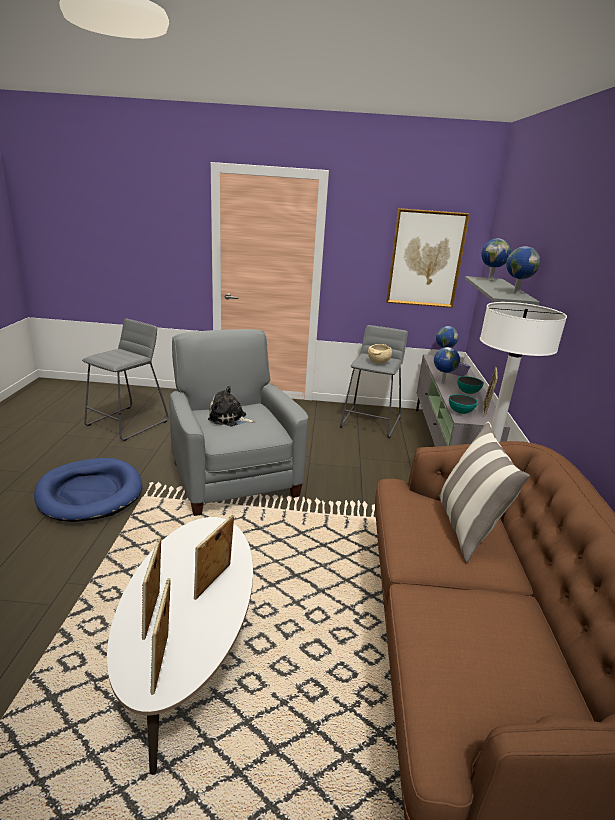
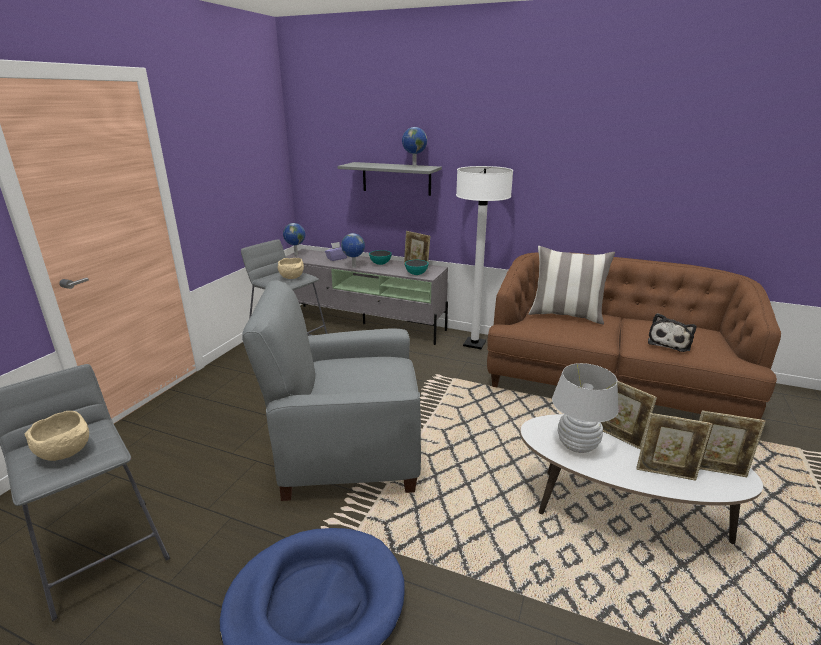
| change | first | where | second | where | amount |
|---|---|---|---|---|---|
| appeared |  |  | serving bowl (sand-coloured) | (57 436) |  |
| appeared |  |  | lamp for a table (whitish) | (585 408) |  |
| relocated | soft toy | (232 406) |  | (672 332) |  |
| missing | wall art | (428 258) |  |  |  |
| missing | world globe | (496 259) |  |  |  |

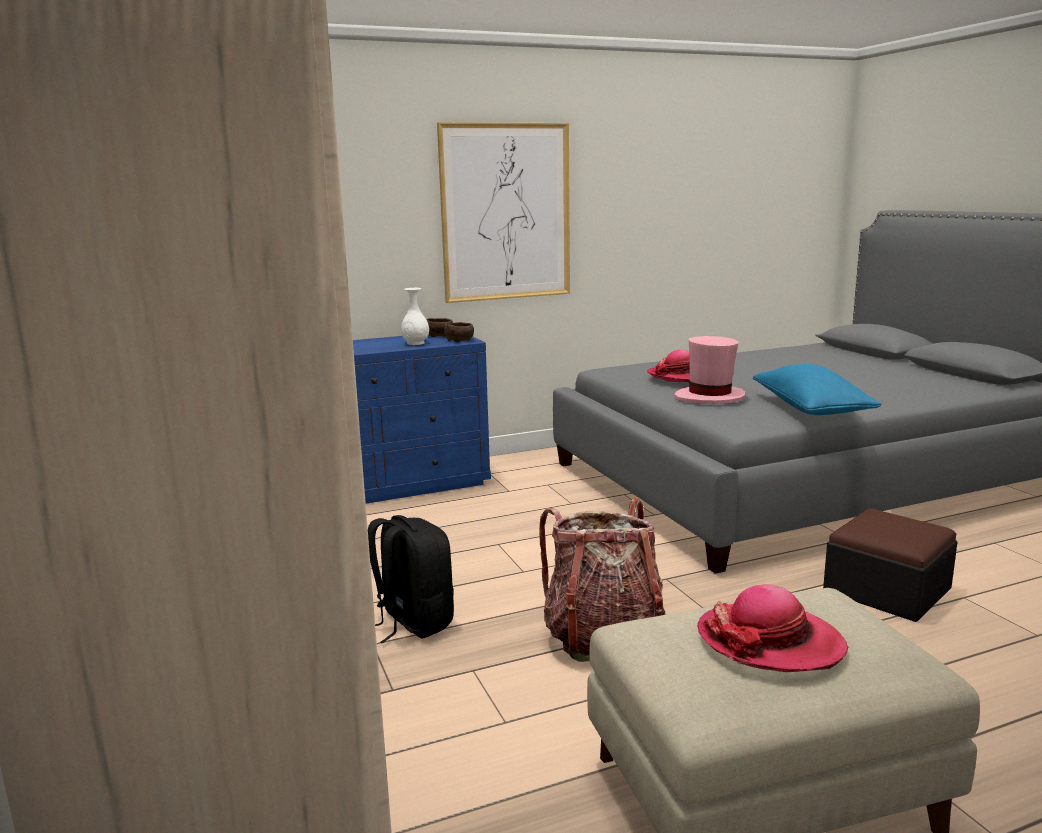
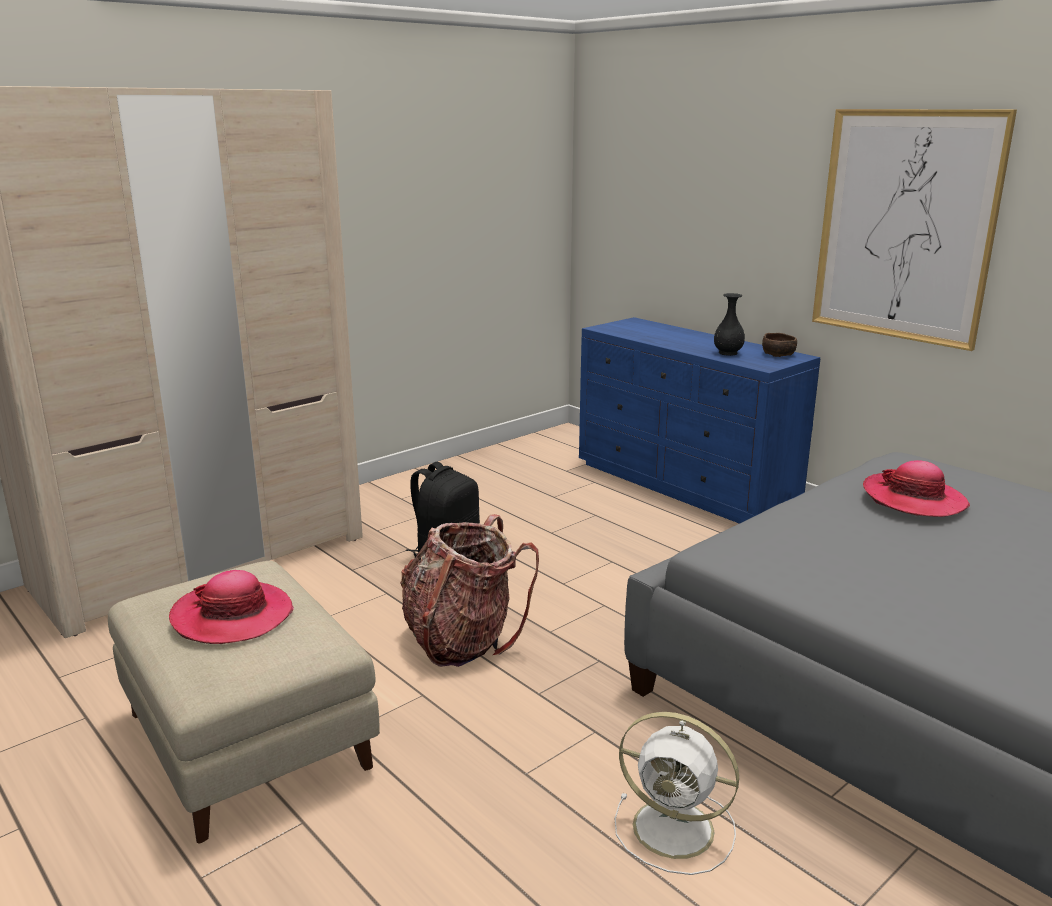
| change | first | where | second | where | amount |
|---|---|---|---|---|---|
| exchanged | ottoman | (890 565) | fan (whitish) | (677 793) |  |
| colour | flower vase (whitish) | (415 316) | flower vase (black) | (729 324) |  |
| missing | serving bowl (brownish) | (459 332) |  |  |  |
| missing | hat (pink-coloured) | (710 370) |  |  |  |
| missing | cushion (bluish) | (817 389) |  |  |  |

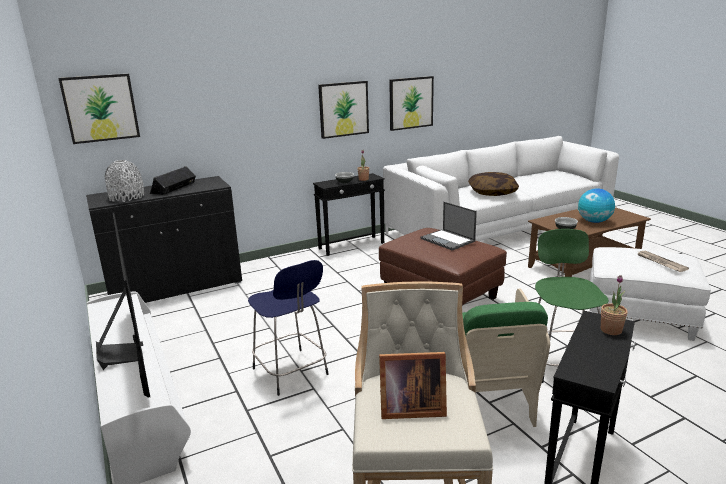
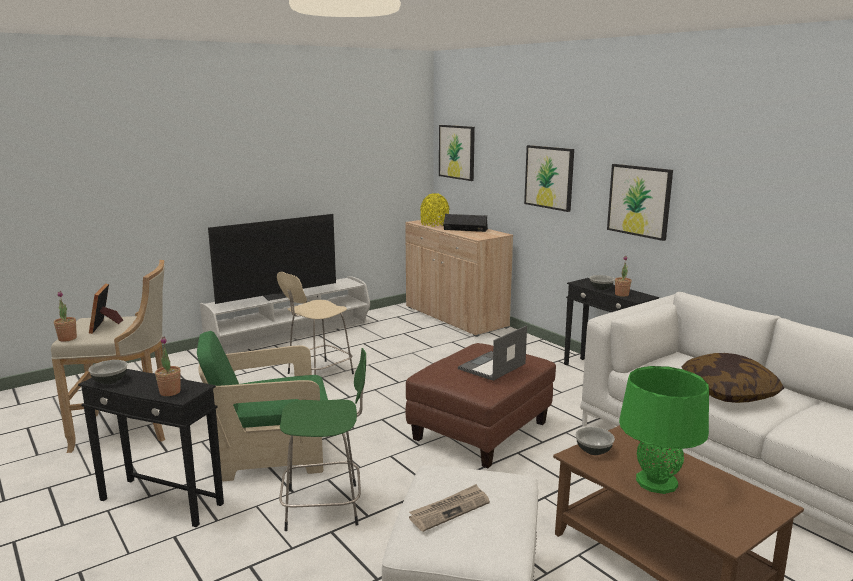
| change | first | where | second | where | amount |
|---|---|---|---|---|---|
| appeared |  |  | houseplant | (65 316) |  |
| appeared |  |  | serving bowl | (108 372) |  |
| colour | stool (bluish) | (288 328) | stool (sand-coloured) | (315 323) |  |
| colour | cupboard (black) | (164 239) | cupboard (sand-coloured) | (459 277) |  |
| colour | flower vase (grey) | (124 181) | flower vase (yellow-coloured) | (435 210) |  |
| relocated | wall art | (411 103) |  | (549 178) |  |
| exchanged | world globe | (596 205) | lamp for a table (greenish) | (664 430) |  |

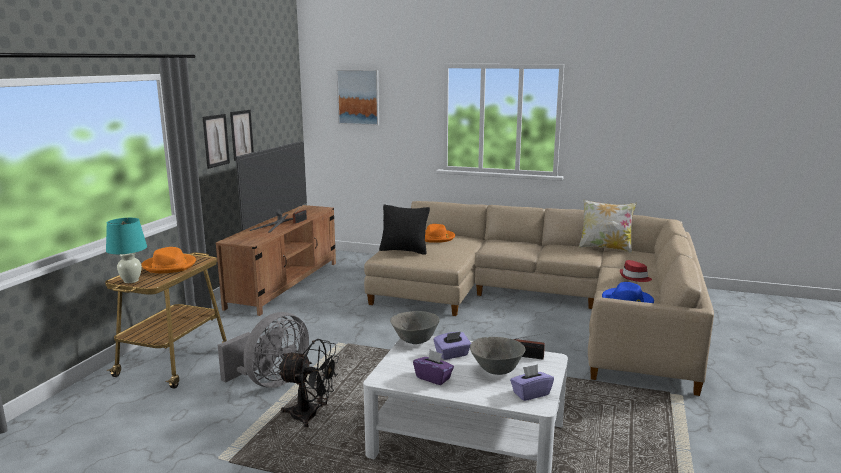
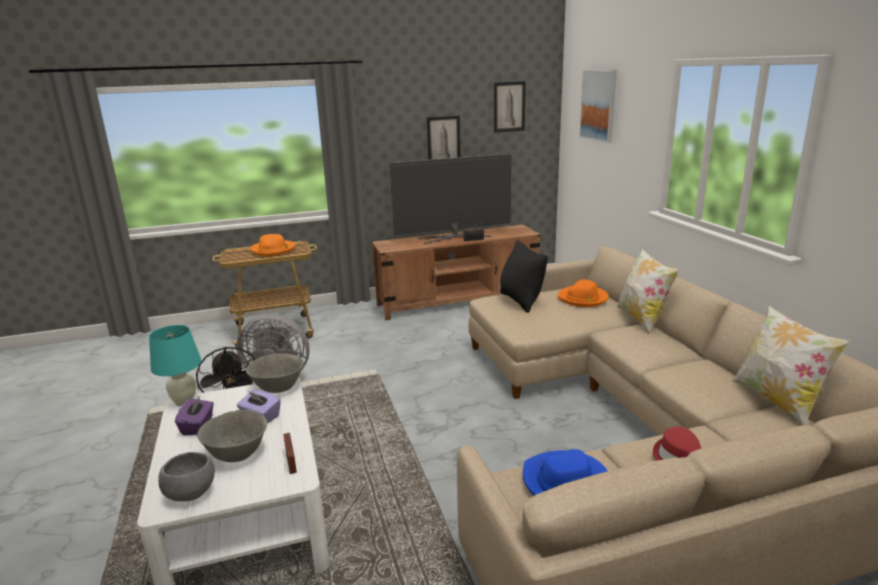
| change | first | where | second | where | amount |
|---|---|---|---|---|---|
| relocated | lamp for a table (turquoise) | (126 250) |  | (175 365) |  |
| exchanged | tissue holder (purple-coloured) | (532 382) | serving bowl (grey) | (186 476) |  |
| relocated | wall art | (216 141) |  | (510 107) |  |
| appeared |  |  | cushion | (648 291) |  |

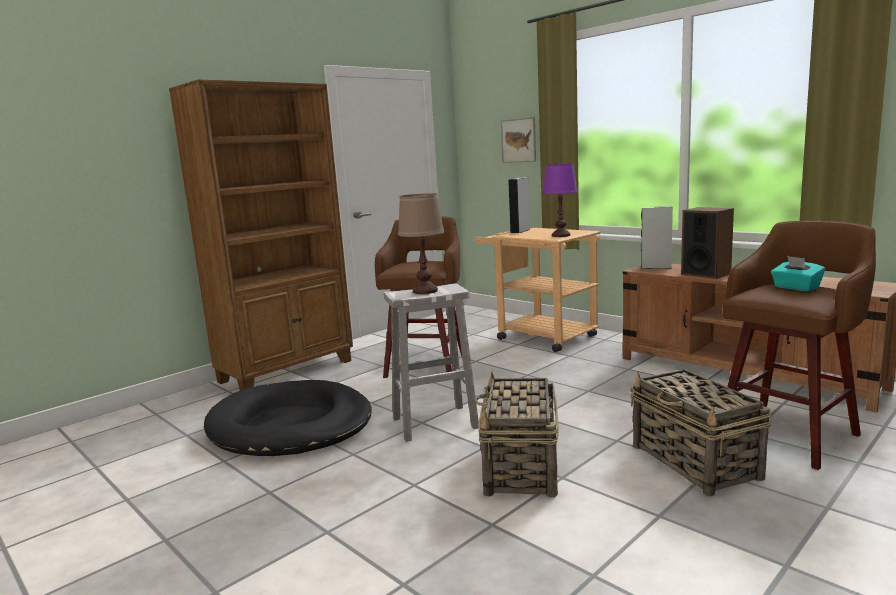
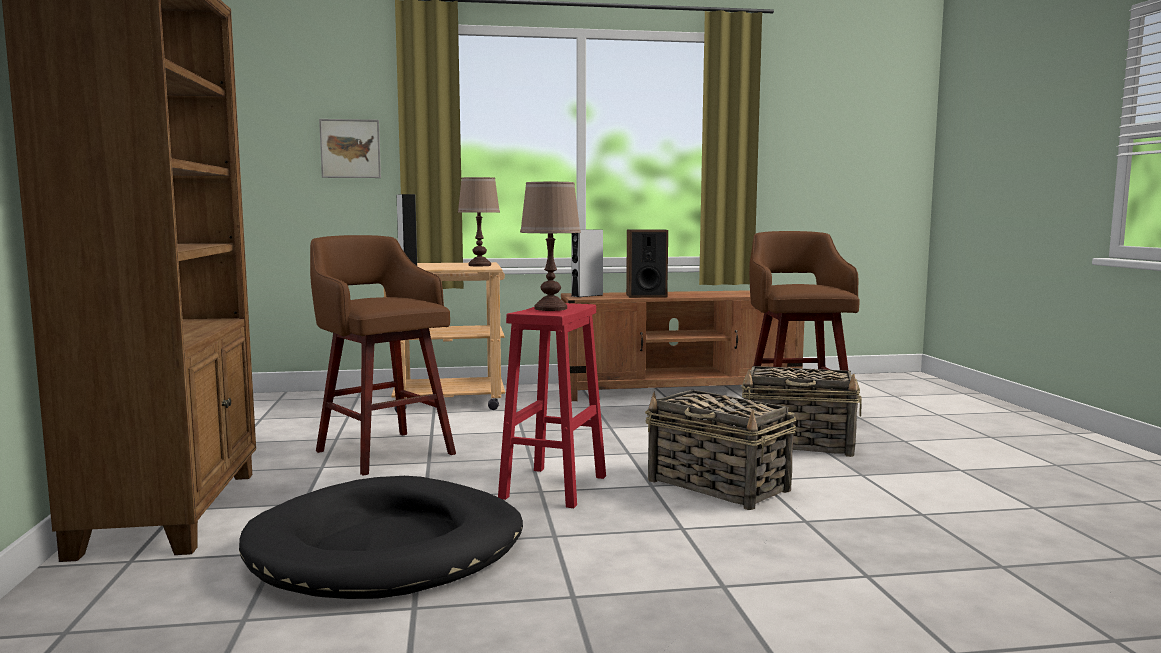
| change | first | where | second | where | amount |
|---|---|---|---|---|---|
| colour | lamp for a table (purple-coloured) | (560 200) | lamp for a table (brownish) | (479 221) |  |
| colour | stool (whitish) | (431 362) | stool (red) | (552 405) |  |
| missing | tissue holder (turquoise) | (798 273) |  |  |  |

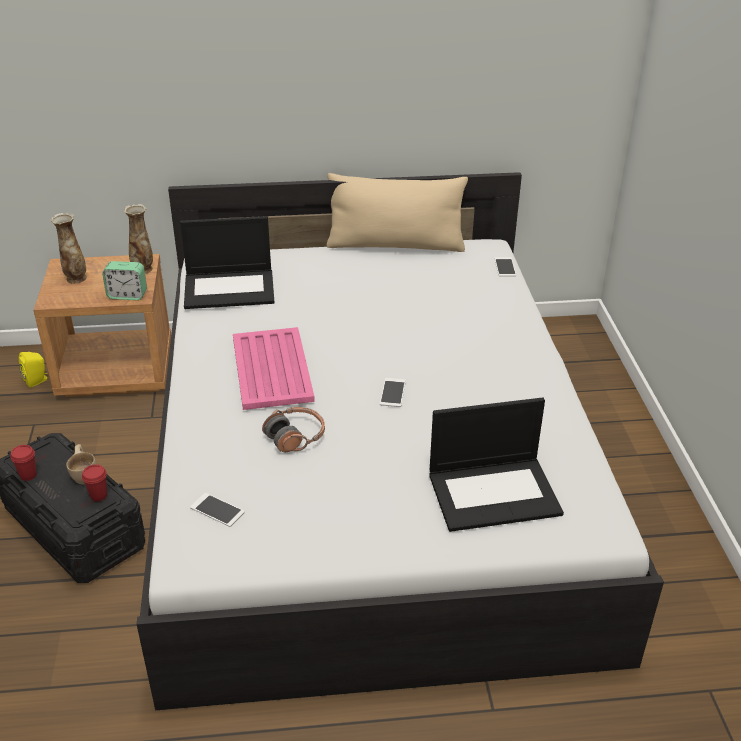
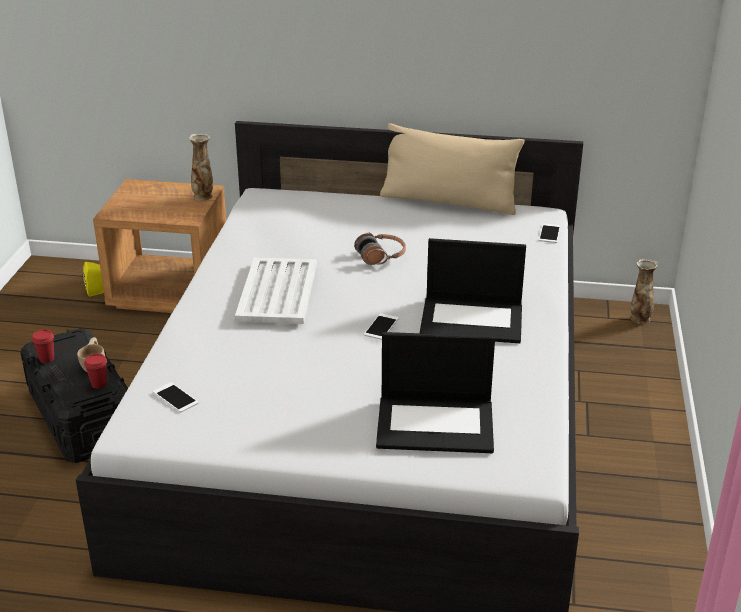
| change | first | where | second | where | amount |
|---|---|---|---|---|---|
| colour | serving tray (pink-coloured) | (274 368) | serving tray (whitish) | (276 290) |  |
| relocated | pair of headphones | (293 429) |  | (380 249) |  |
| relocated | laptop | (227 262) |  | (473 290) |  |
| relocated | flower vase | (68 248) |  | (644 291) |  |
| missing | bedside clock | (124 280) |  |  |  |

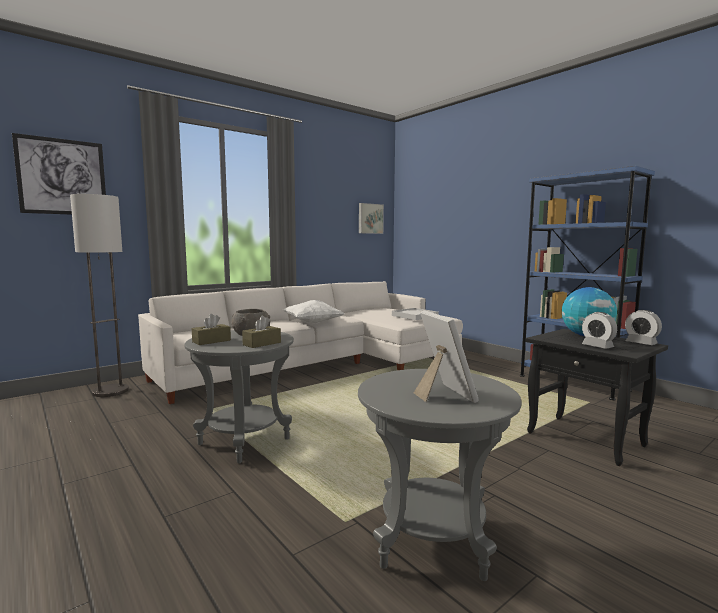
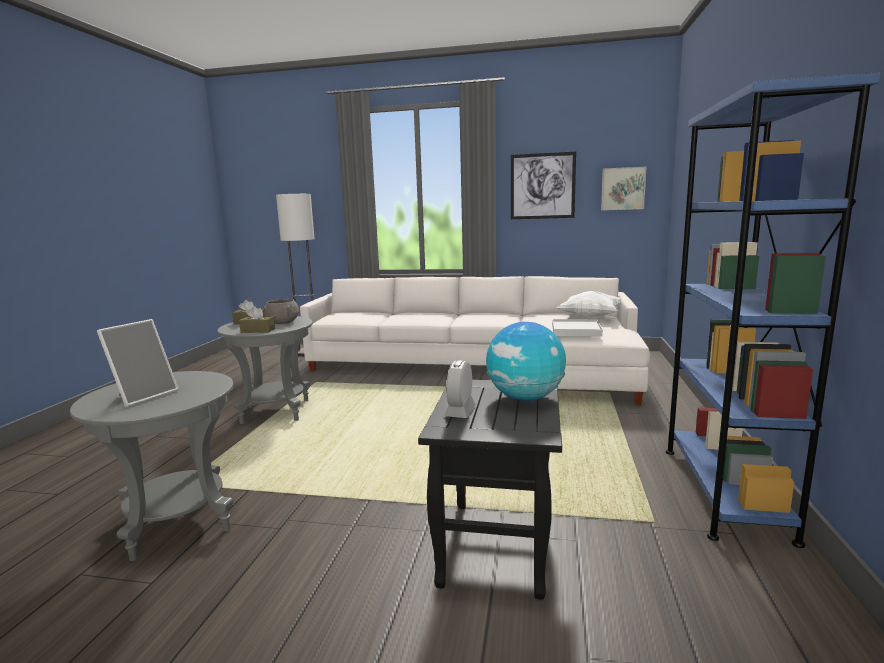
| change | first | where | second | where | amount |
|---|---|---|---|---|---|
| relocated | wall art | (59 174) |  | (543 185) |  |
| relocated | cushion (whitish) | (314 311) |  | (589 304) |  |
| missing | bedside clock | (643 327) |  |  |  |

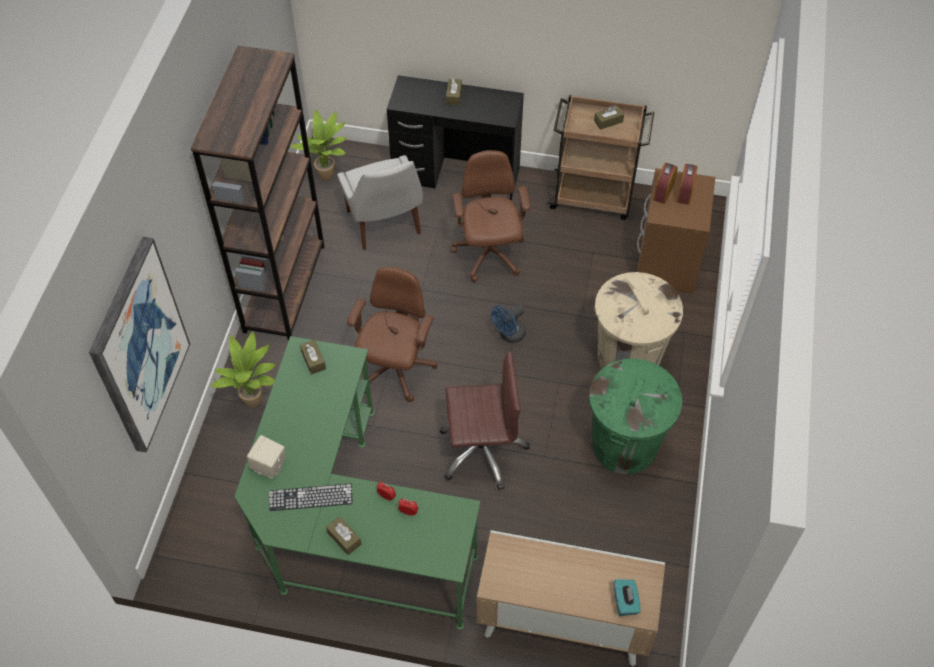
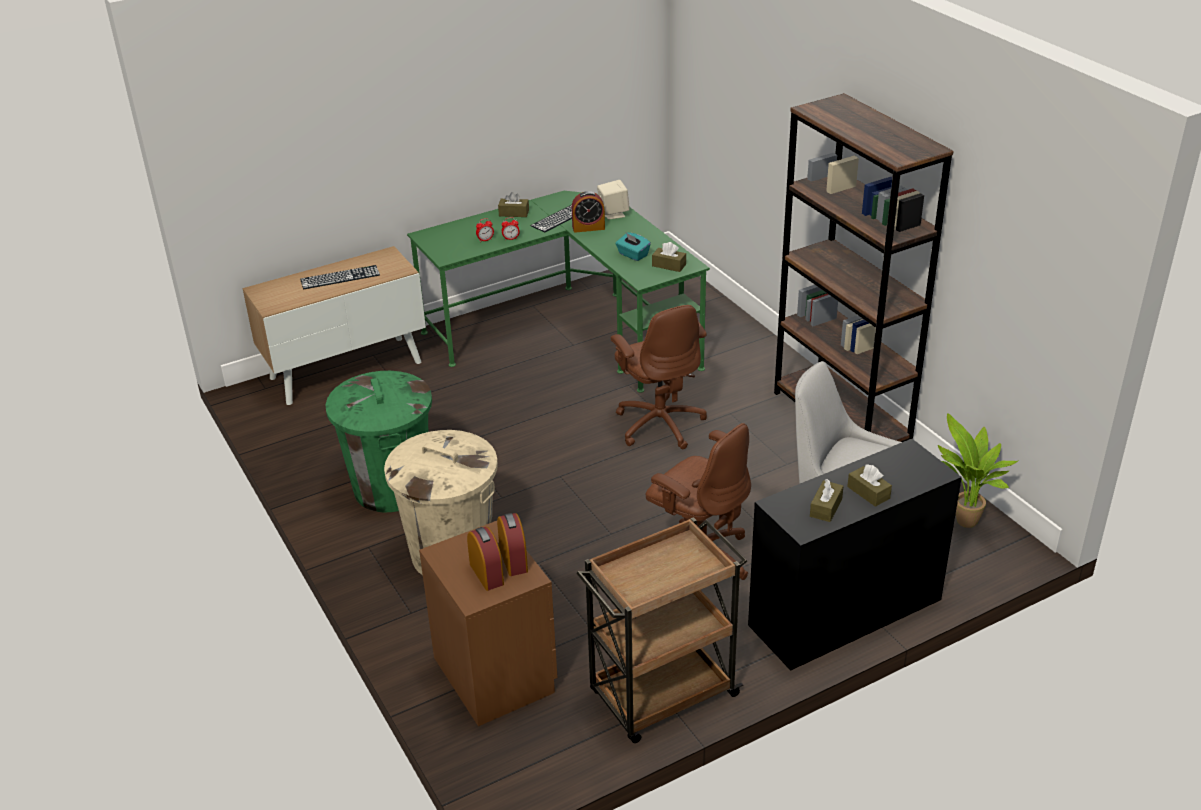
| change | first | where | second | where | amount |
|---|---|---|---|---|---|
| appeared |  |  | PC keyboard | (340 277) |  |
| appeared |  |  | bedside clock | (588 212) |  |
| relocated | tissue holder (turquoise) | (627 597) |  | (633 246) |  |
| relocated | tissue holder (brownish) | (609 118) |  | (827 500) |  |
| missing | wall art | (139 344) |  |  |  |
| missing | houseplant | (243 369) |  |  |  |
| missing | desk chair (brownish) | (485 420) |  |  |  |
| missing | fan (bluish) | (508 323) |  |  |  |

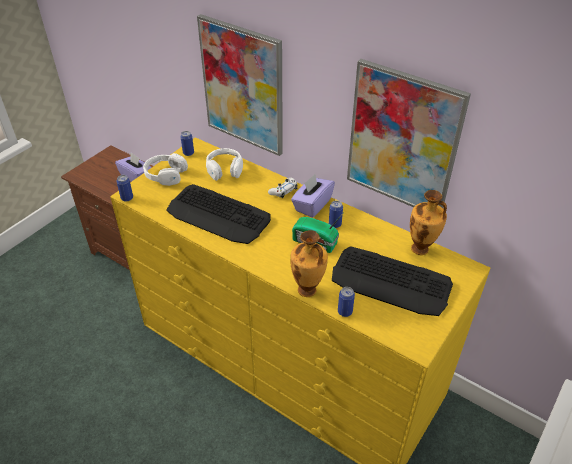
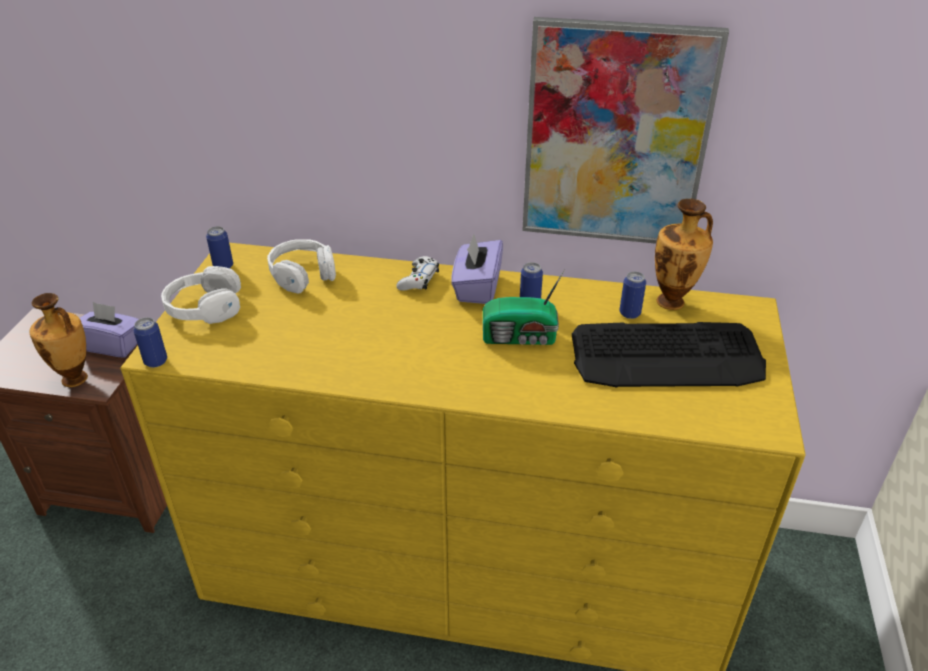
| change | first | where | second | where | amount |
|---|---|---|---|---|---|
| relocated | flower vase | (309 263) |  | (58 340) |  |
| relocated | sealed can | (346 302) |  | (632 295) |  |
| missing | PC keyboard | (218 214) |  |  |  |
| missing | wall art | (240 85) |  |  |  |

